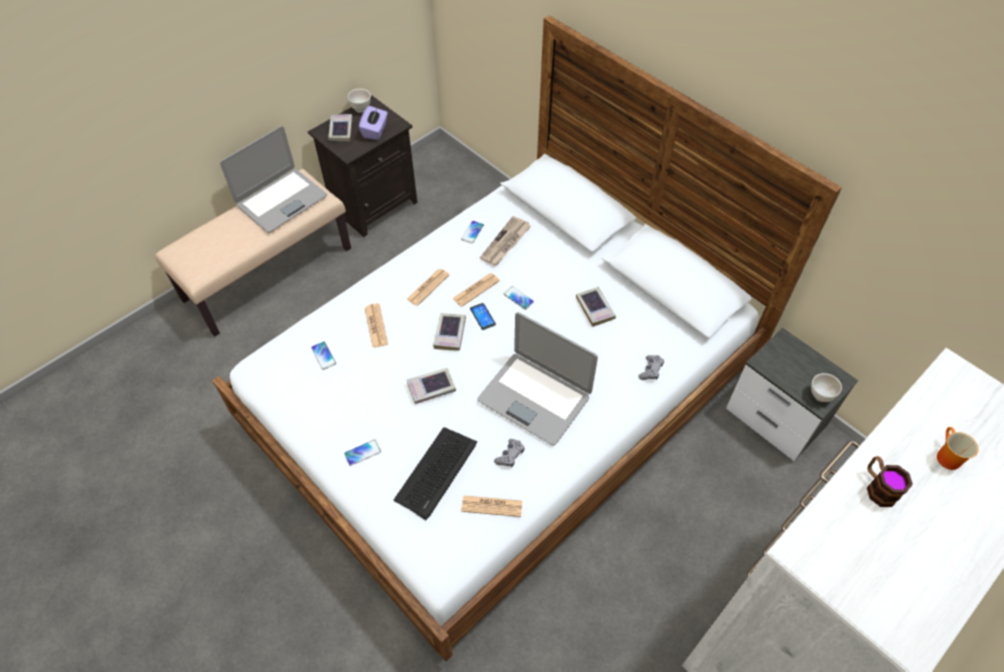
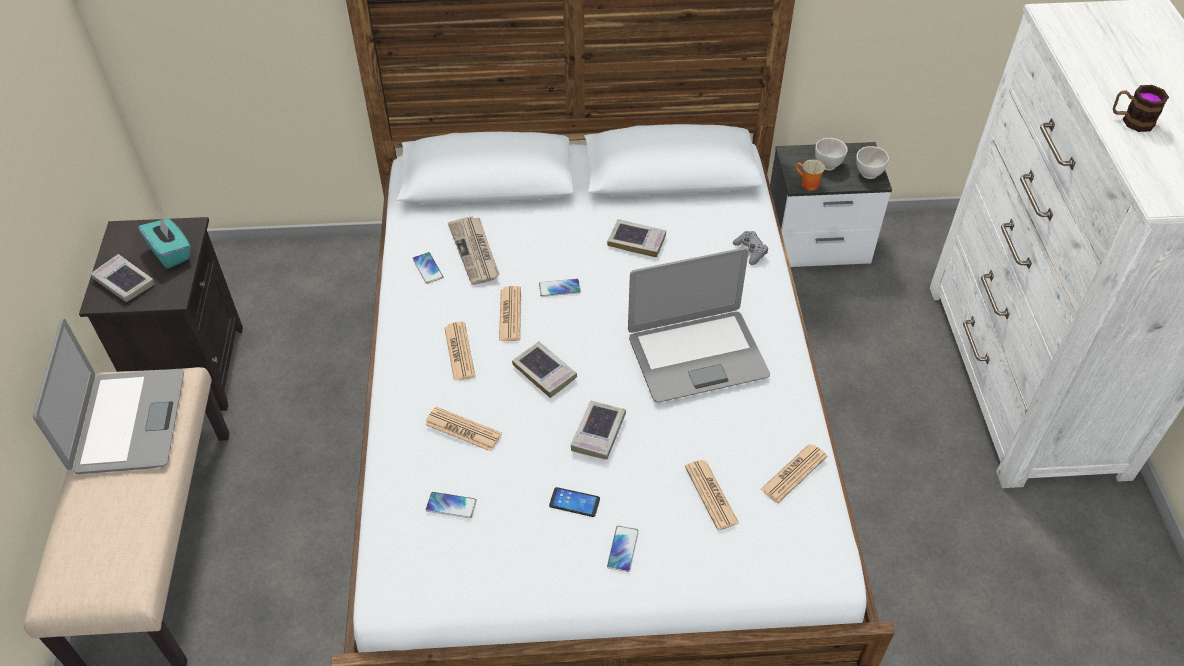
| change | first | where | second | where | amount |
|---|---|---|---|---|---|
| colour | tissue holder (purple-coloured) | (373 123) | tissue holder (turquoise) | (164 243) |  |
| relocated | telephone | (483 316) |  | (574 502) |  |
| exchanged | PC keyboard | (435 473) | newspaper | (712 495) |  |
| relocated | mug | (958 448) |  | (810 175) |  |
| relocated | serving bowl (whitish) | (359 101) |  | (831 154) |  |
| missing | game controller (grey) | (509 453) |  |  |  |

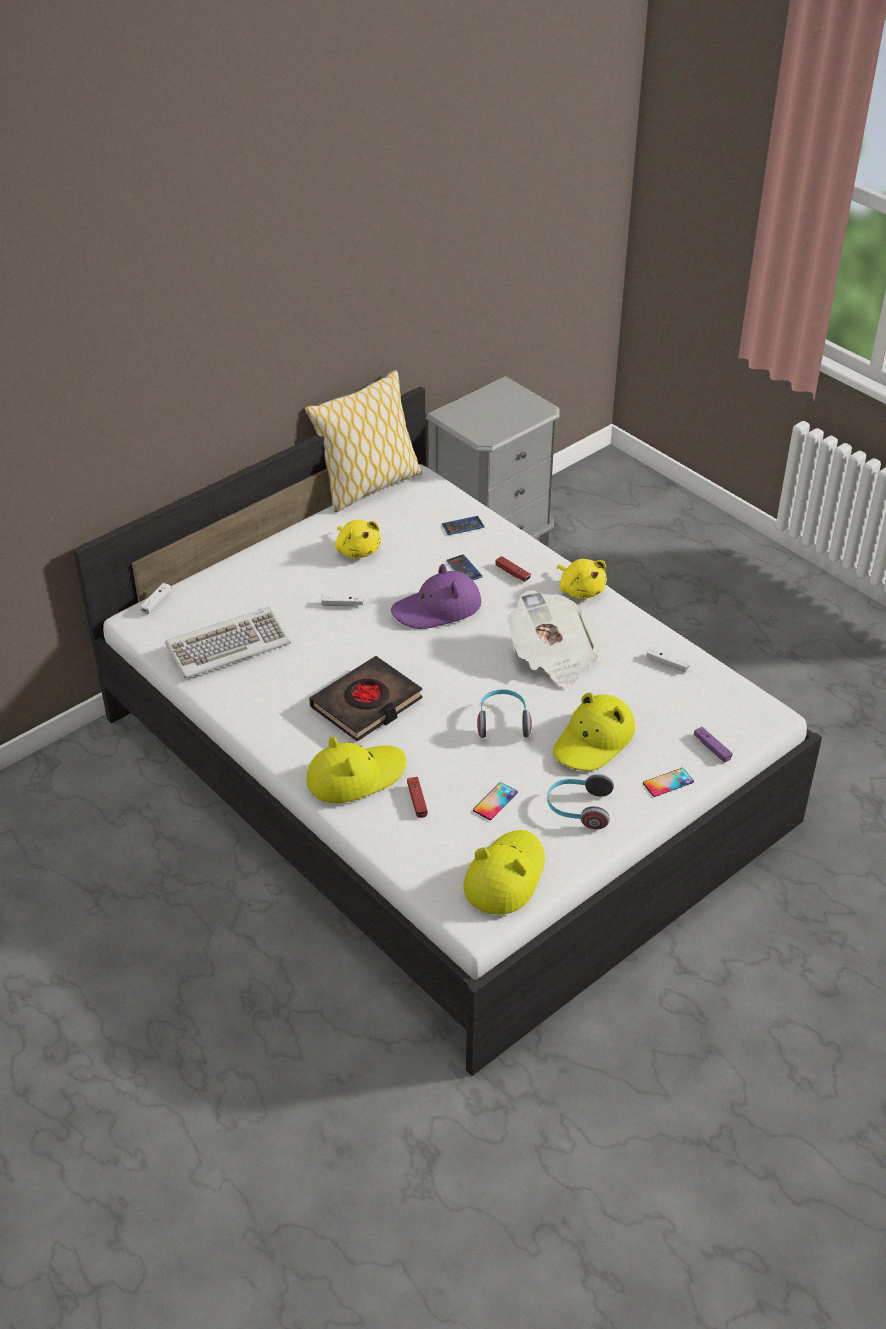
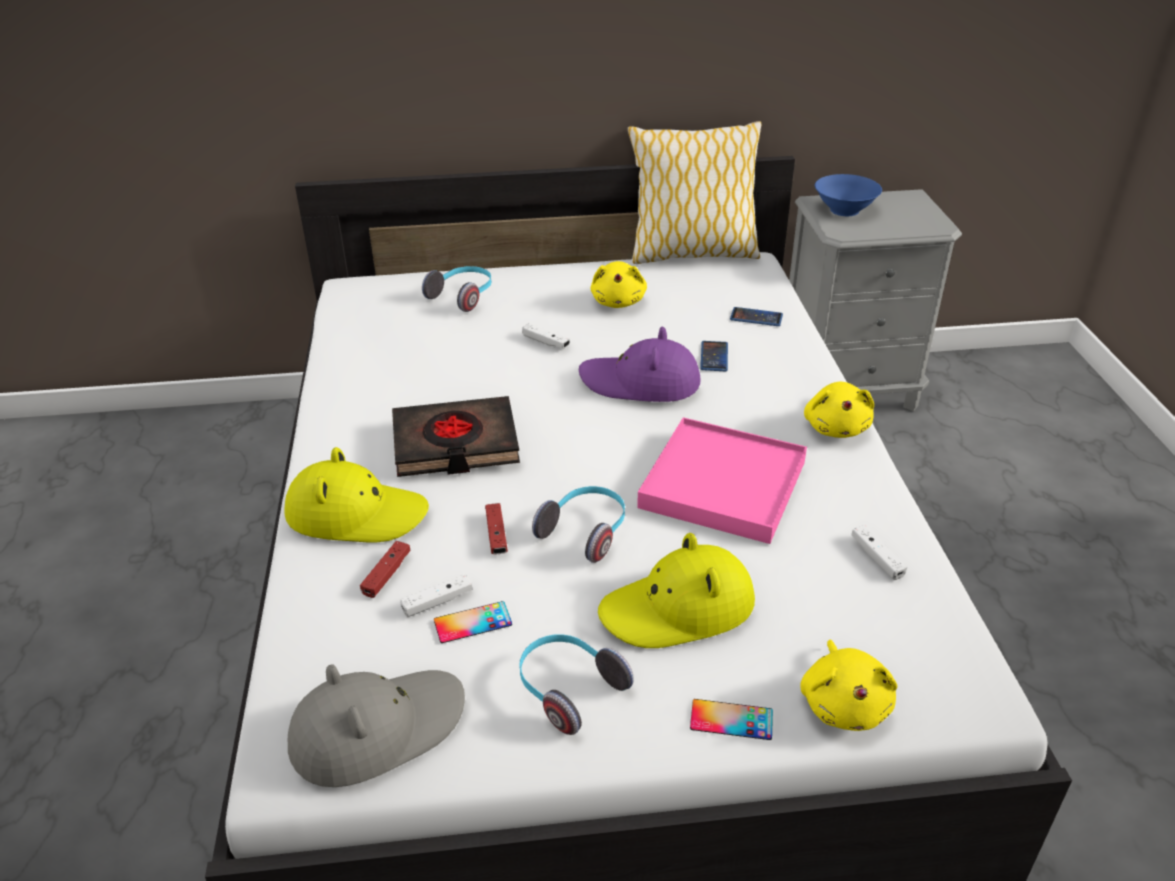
| change | first | where | second | where | amount |
|---|---|---|---|---|---|
| colour | hat (yellow-coloured) | (504 872) | hat (grey) | (376 725) |  |
| relocated | game controller (whitish) | (155 598) |  | (436 595) |  |
| appeared |  |  | pair of headphones | (457 289) |  |
| relocated | game controller (red) | (513 569) |  | (496 528) |  |
| exchanged | newspaper | (552 639) | serving tray (pink-coloured) | (722 480) |  |
| exchanged | game controller (purple-coloured) | (713 744) | soft toy (yellow-coloured) | (848 685) |  |
| appeared |  |  | serving bowl (bluish) | (848 195) |  |
| missing | PC keyboard | (228 642) |  |  |  |

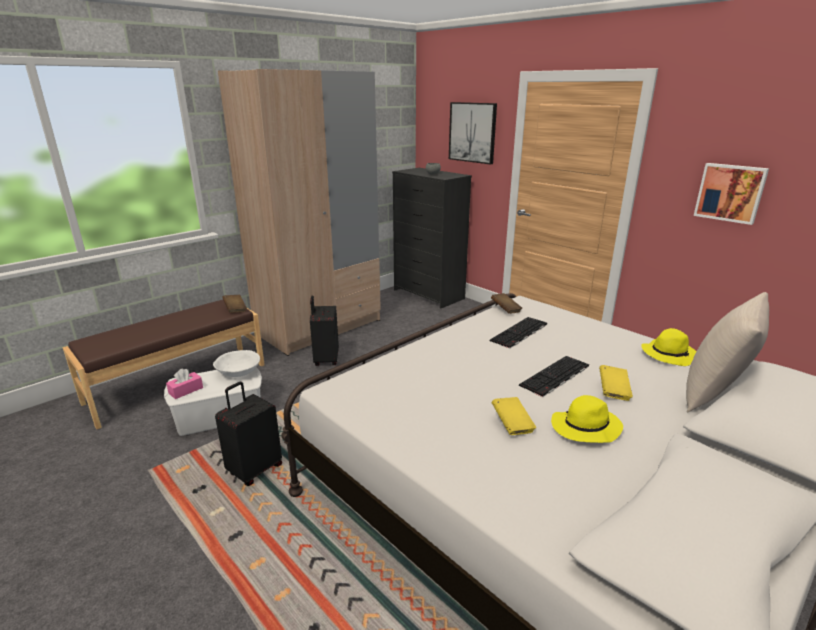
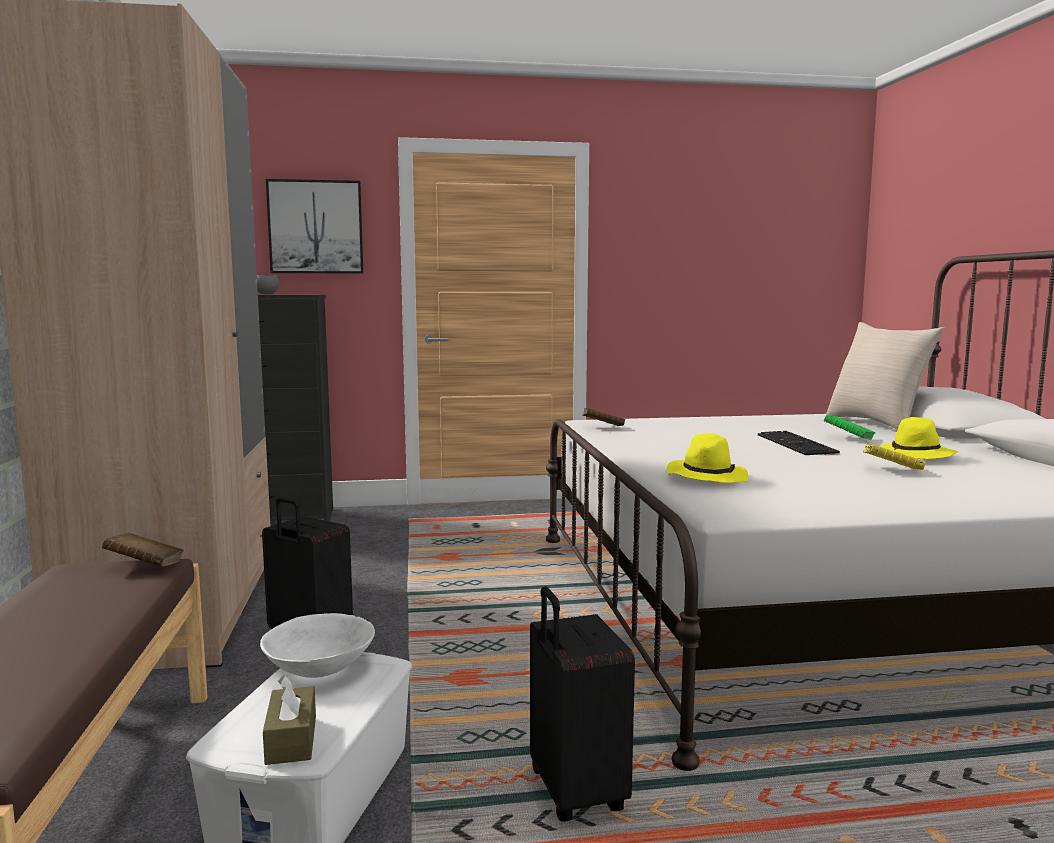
| change | first | where | second | where | amount |
|---|---|---|---|---|---|
| colour | tissue holder (pink-coloured) | (184 384) | tissue holder (brownish) | (289 720) |  |
| relocated | hat (yellow-coloured) | (669 347) |  | (707 458) |  |
| colour | bound book (yellow-coloured) | (616 383) | bound book (greenish) | (850 427) |  |
| missing | PC keyboard | (518 332) |  |  |  |
| missing | wall art | (731 194) |  |  |  |

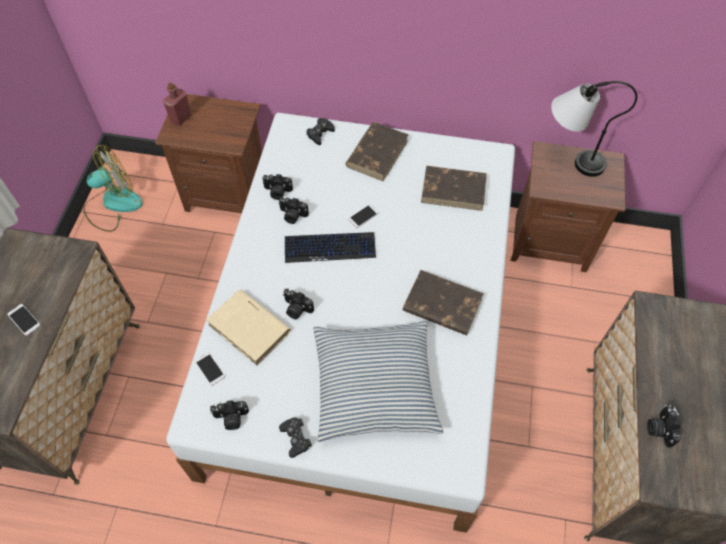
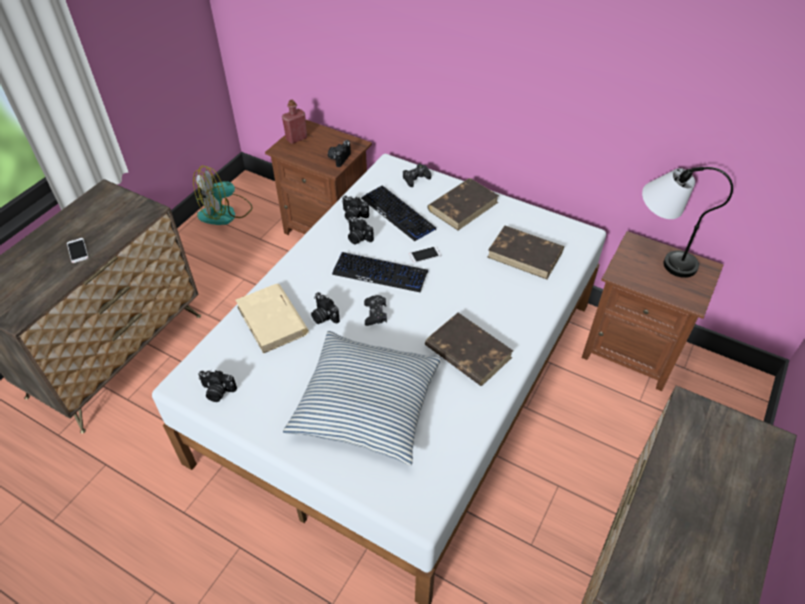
| change | first | where | second | where | amount |
|---|---|---|---|---|---|
| spun | fan | (113 188) |  | (223 195) | 150 degrees clockwise |
| relocated | photo camera | (664 426) |  | (339 153) |  |
| appeared |  |  | PC keyboard | (398 213) |  |
| relocated | game controller (black) | (295 437) |  | (375 310) |  |
| missing | telephone | (210 369) |  |  |  |

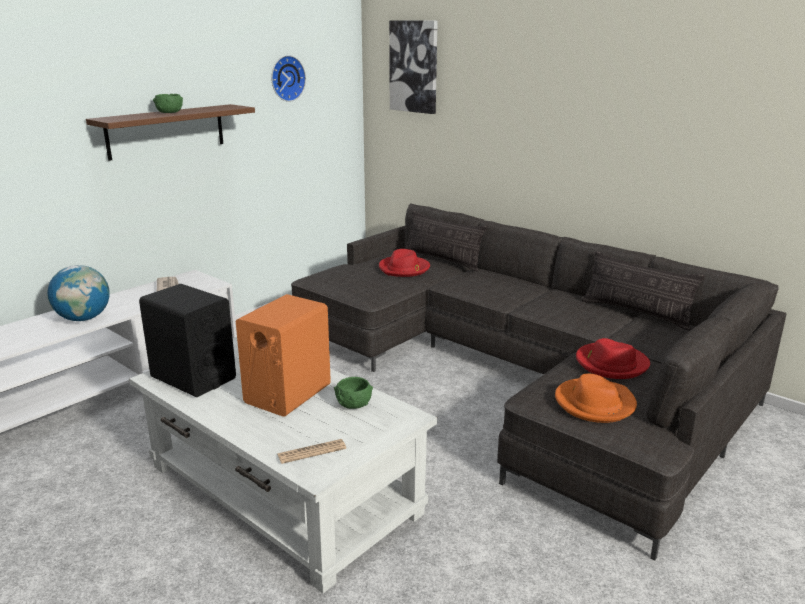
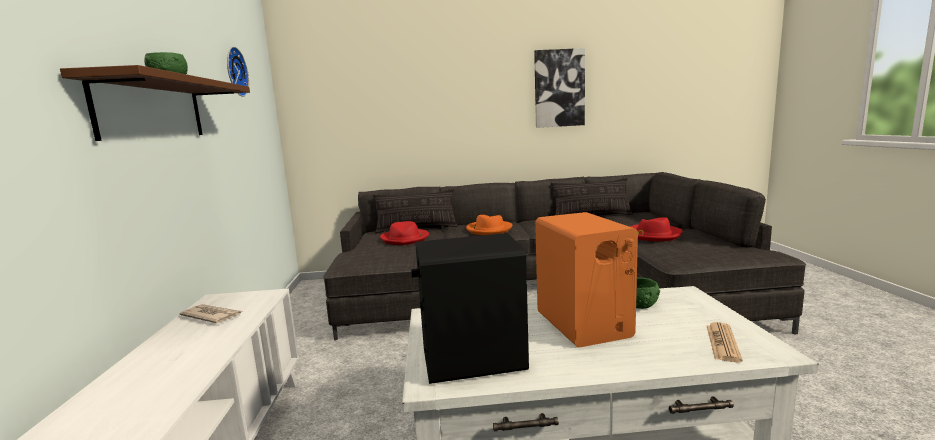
| change | first | where | second | where | amount |
|---|---|---|---|---|---|
| relocated | hat (orangey) | (596 398) |  | (489 225) |  |
| relocated | wall art | (413 67) |  | (559 88) |  |
| missing | world globe | (79 293) |  |  |  |

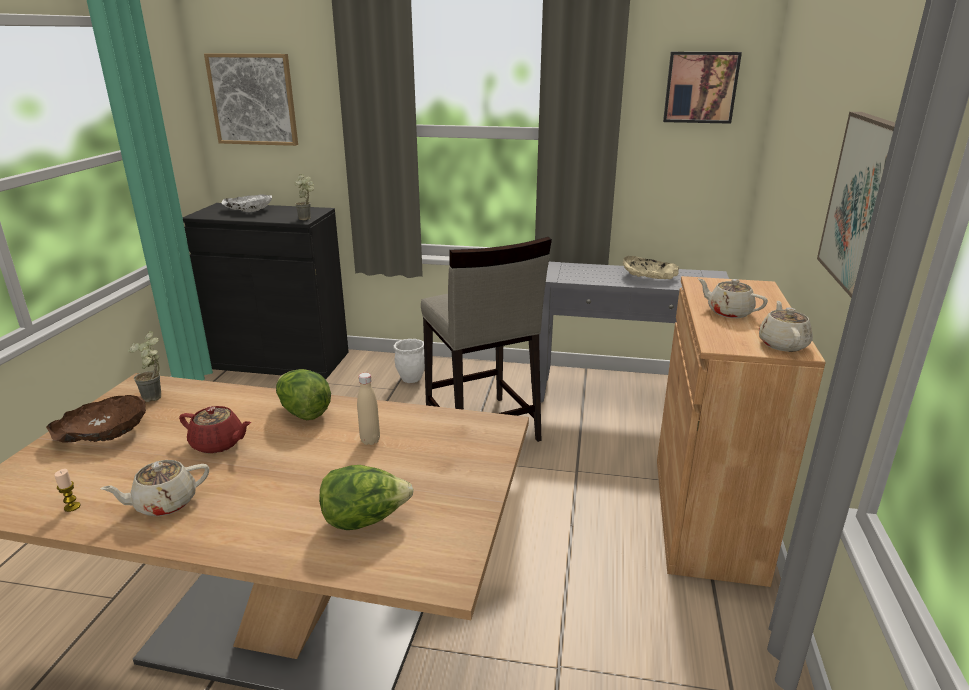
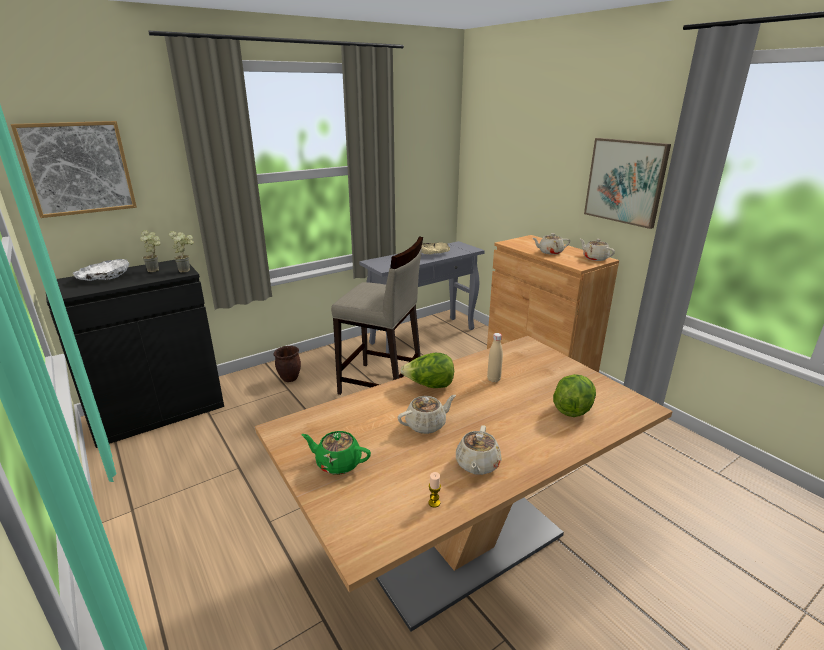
| change | first | where | second | where | amount |
|---|---|---|---|---|---|
| relocated | houseplant | (144 366) |  | (150 251) |  |
| colour | plant pot (whitish) | (409 361) | plant pot (brownish) | (287 364) |  |
| exchanged | serving bowl (brownish) | (96 418) | teapot (greenish) | (336 453) |  |
| colour | teapot (red) | (215 430) | teapot (sand-coloured) | (426 414) |  |
| missing | wall art | (702 88) |  |  |  |

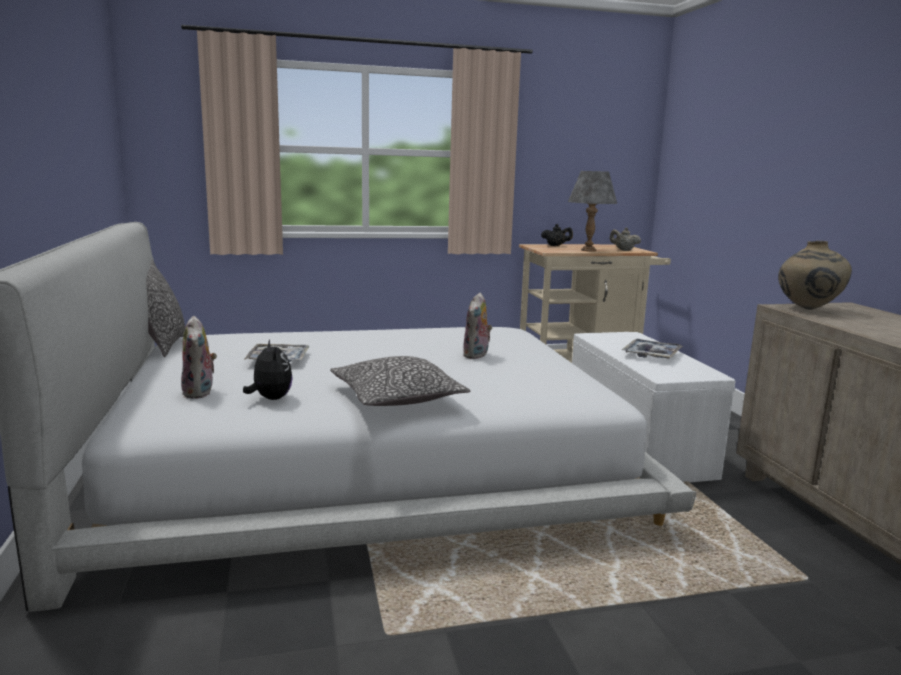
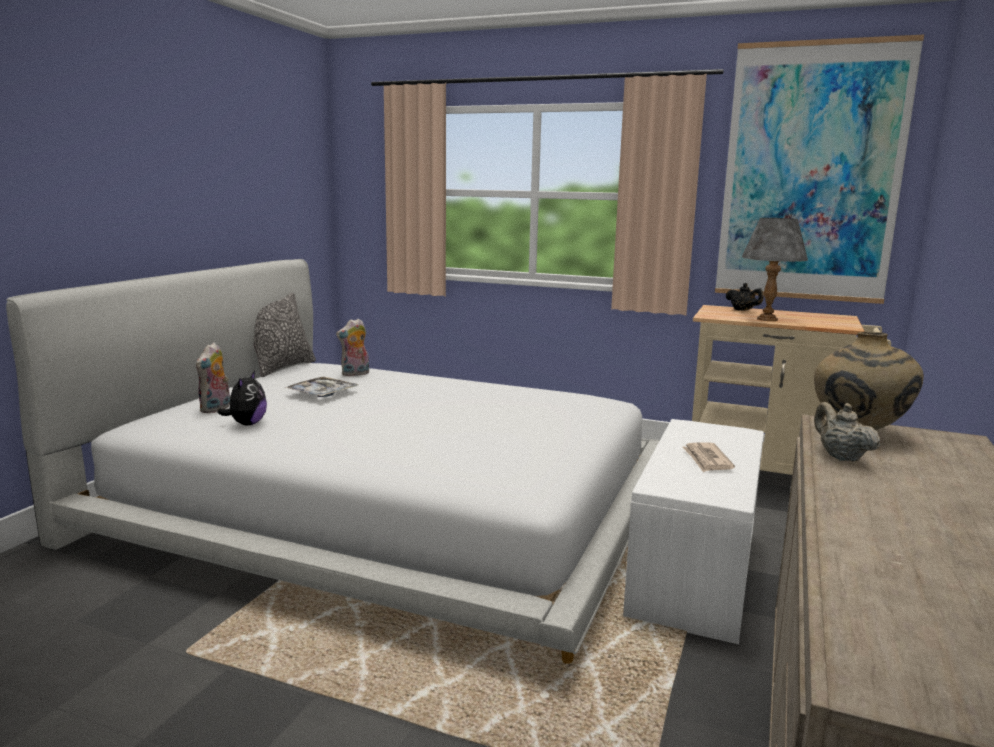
| change | first | where | second | where | amount |
|---|---|---|---|---|---|
| relocated | soft toy | (477 326) |  | (352 347) |  |
| exchanged | serving tray | (652 349) | newspaper | (708 457) |  |
| appeared |  |  | wall art | (819 169) |  |
| relocated | teapot (sand-coloured) | (625 239) |  | (847 431) |  |
| missing | cushion | (400 381) |  |  |  |

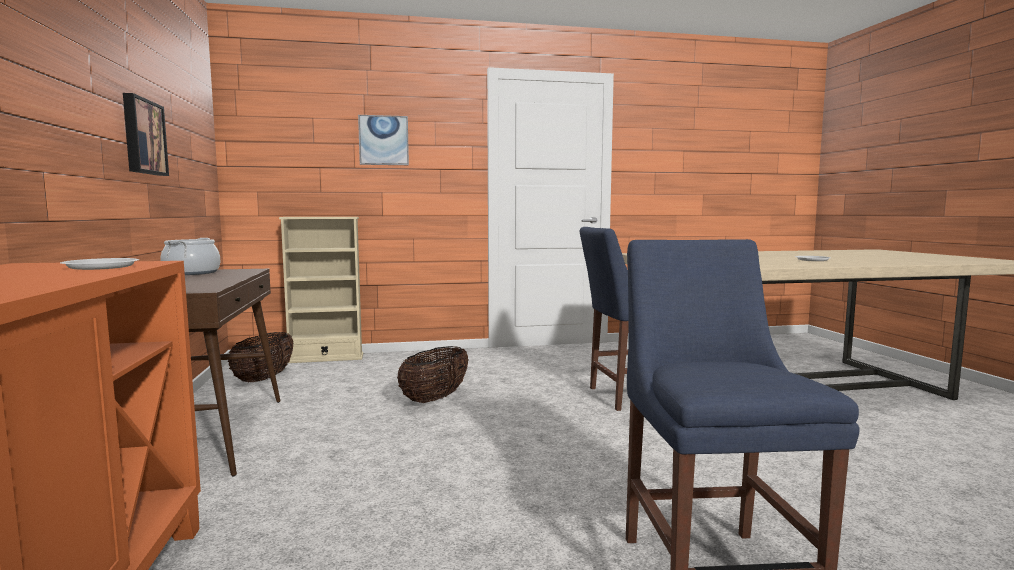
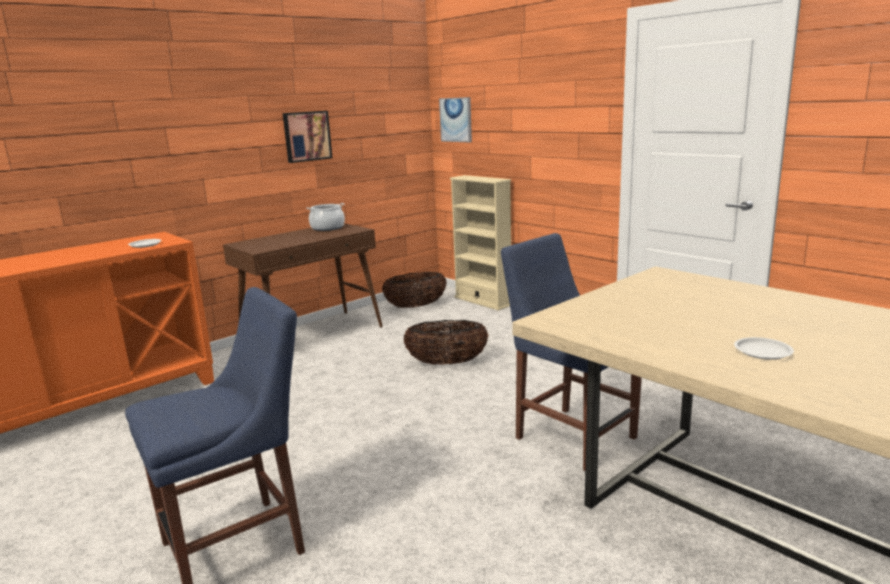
| change | first | where | second | where | amount |
|---|---|---|---|---|---|
| relocated | wall art | (383 140) |  | (455 119) |  |

